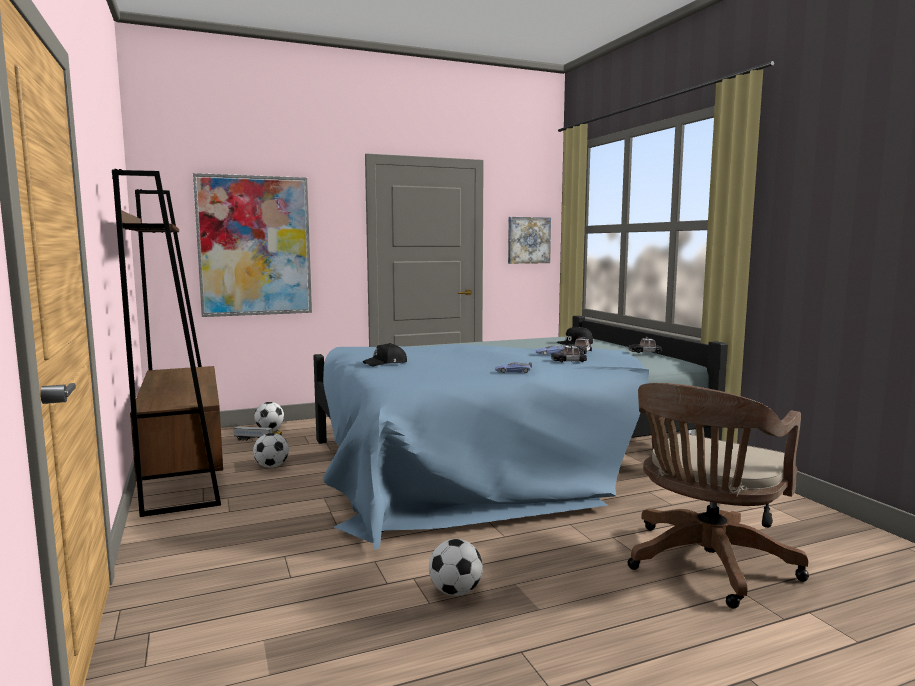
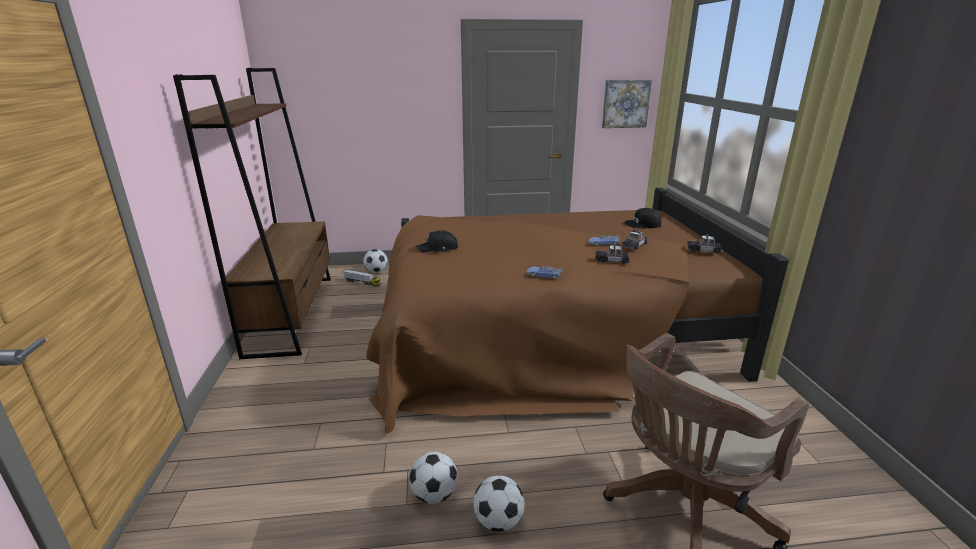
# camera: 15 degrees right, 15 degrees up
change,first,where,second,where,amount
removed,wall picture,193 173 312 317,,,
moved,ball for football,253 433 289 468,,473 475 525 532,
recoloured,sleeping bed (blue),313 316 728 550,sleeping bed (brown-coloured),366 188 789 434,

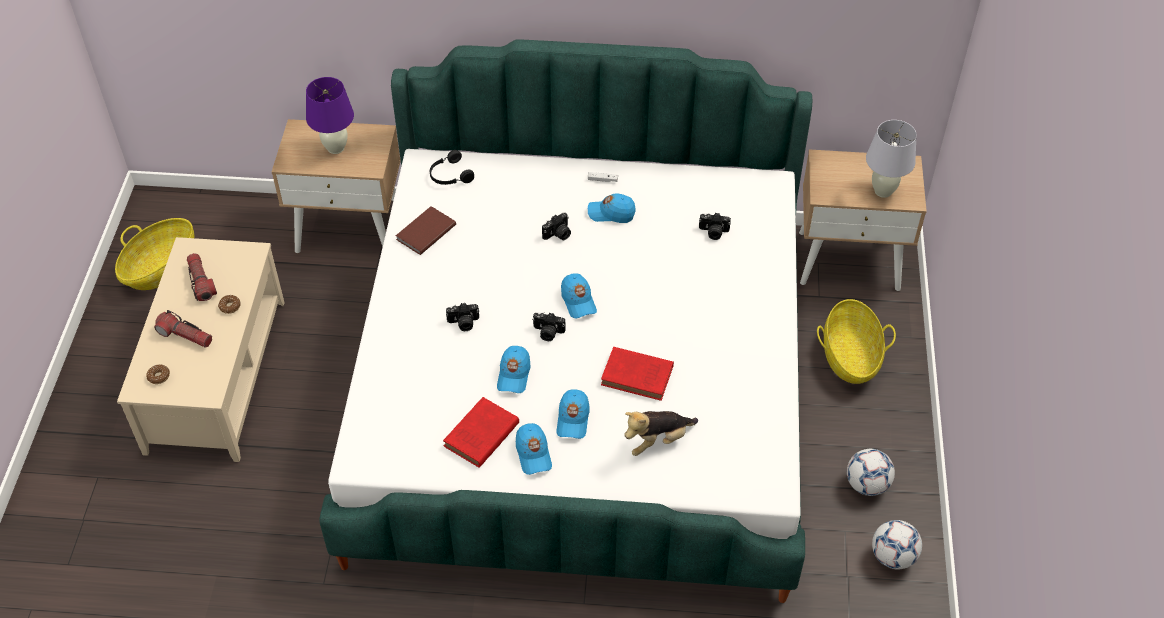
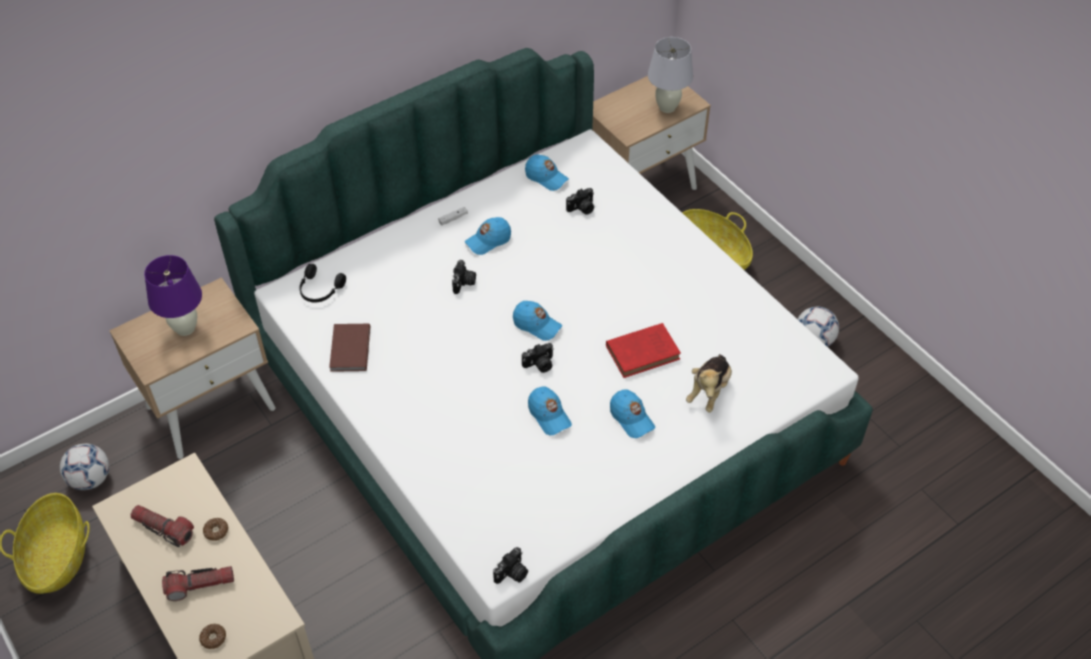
# camera: 40 degrees left, 0 degrees up
change,first,where,second,where,amount
removed,bound book (reddish),443 397 519 468,,,
moved,still camera,446 303 479 331,,493 547 528 584,
moved,peaked cap (blue),516 423 552 475,,525 155 569 191,
moved,ball for football,872 520 922 569,,60 444 109 490,

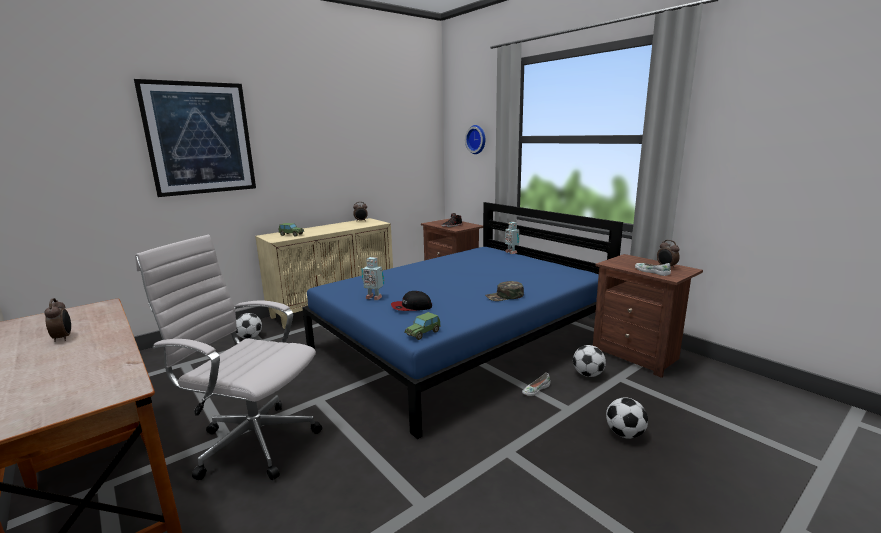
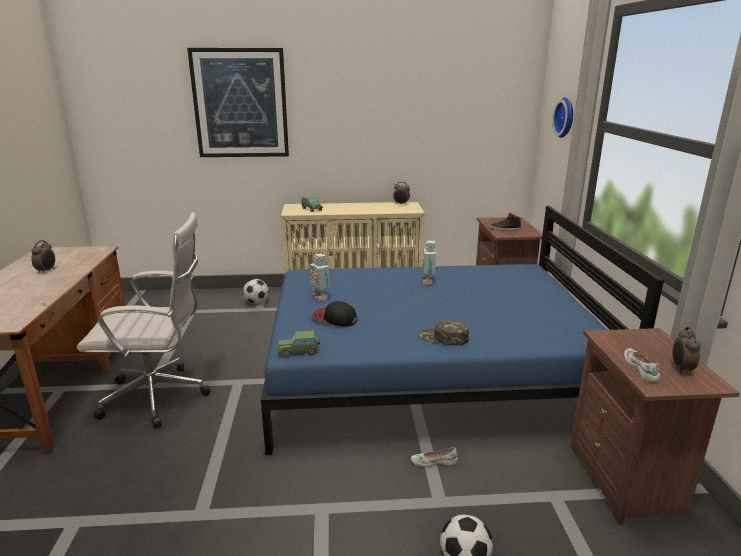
# camera: 35 degrees right, 5 degrees up
change,first,where,second,where,amount
removed,ball for football,573 345 606 377,,,
moved,model robot,505 222 519 254,,421 240 437 284,
turned,computer chair (white),135 235 322 480,,77 212 211 428,120 degrees clockwise

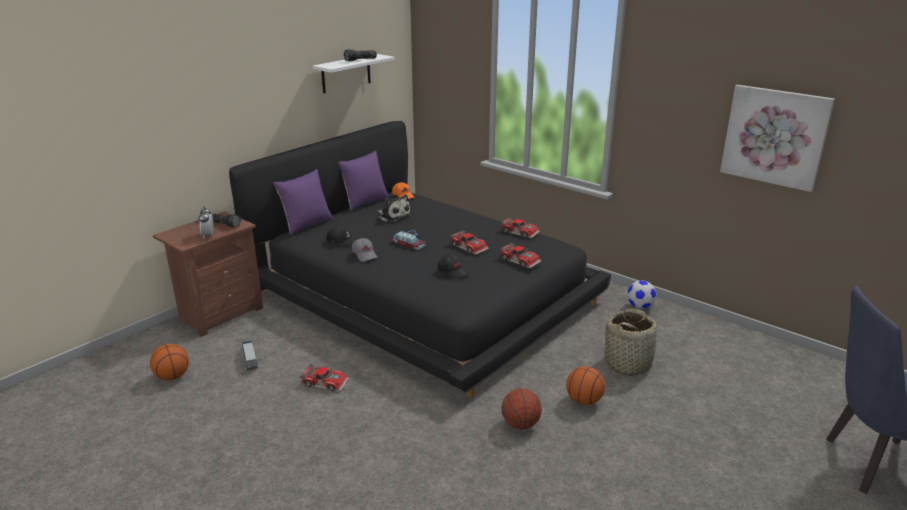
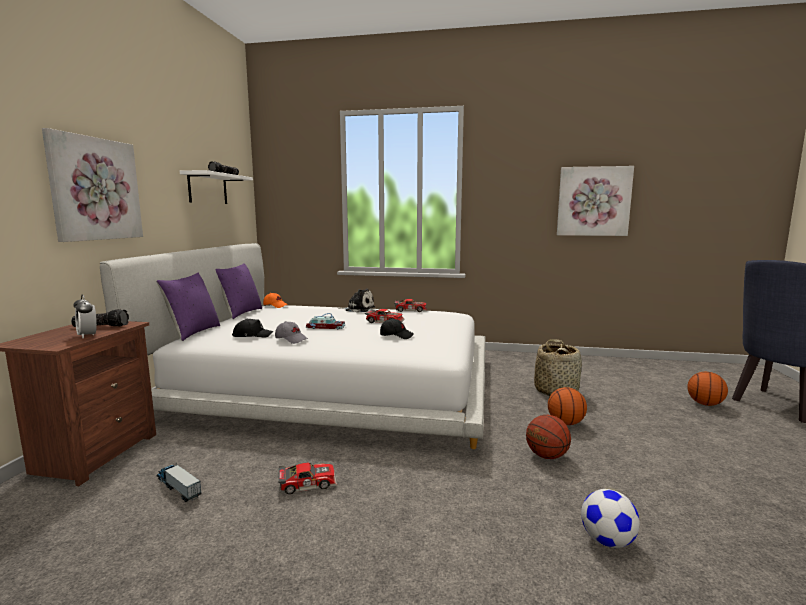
# camera: 30 degrees left, 15 degrees down
change,first,where,second,where,amount
removed,miniature car,499 243 541 268,,,
added,,,wall picture,42 128 143 242,
moved,basketball,150 344 189 380,,688 372 728 406,
moved,cuddly toy,377 195 411 223,,338 288 375 313,
moved,ball for football,627 281 657 309,,581 489 640 548,
recoloured,sleeping bed (blackish),229 121 611 397,sleeping bed (white),100 243 486 449,

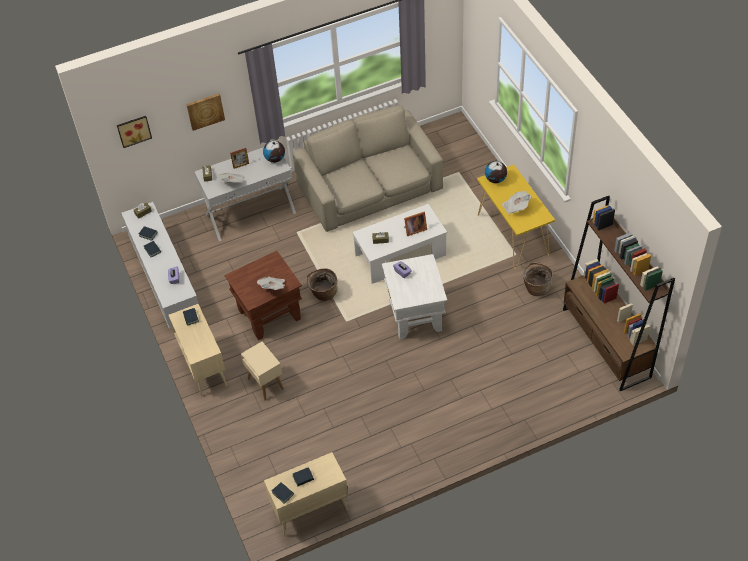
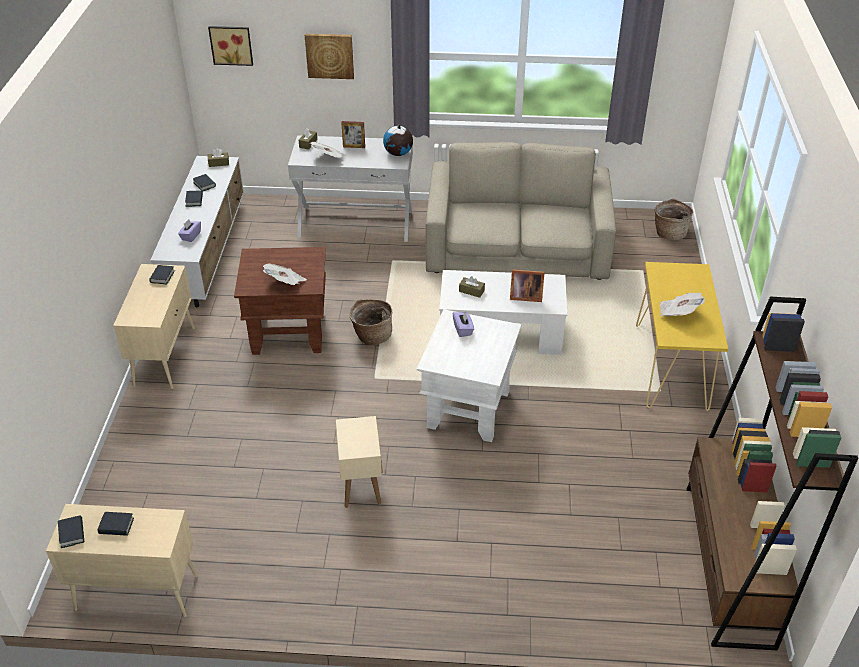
# camera: 25 degrees right, 10 degrees down
change,first,where,second,where,amount
removed,desk globe,485 161 507 183,,,
moved,end table (beige),241 342 284 401,,336 416 383 508,
moved,basket,523 262 553 296,,654 198 693 240,

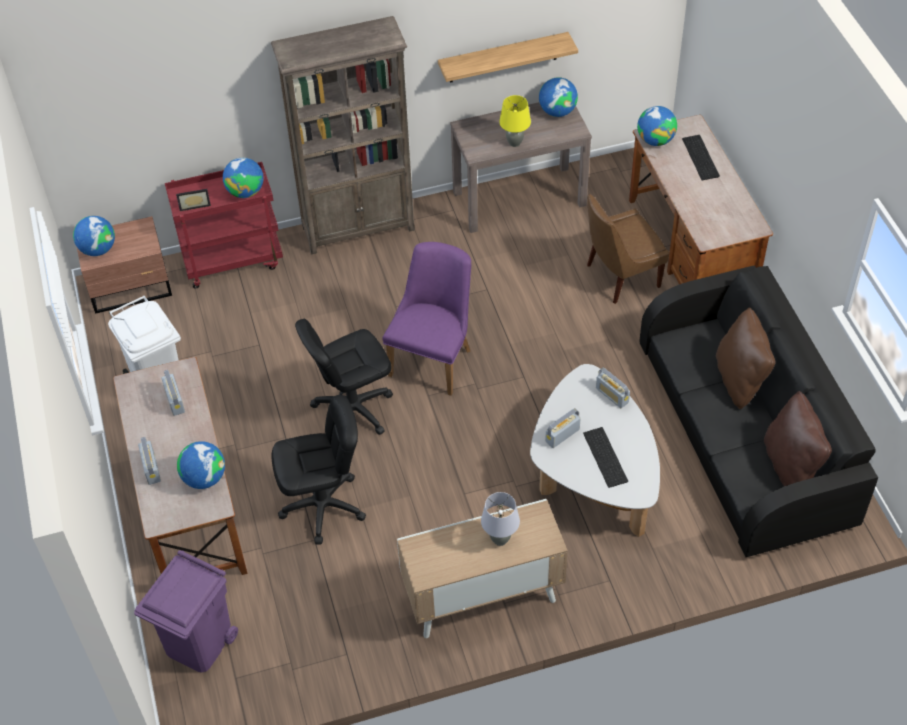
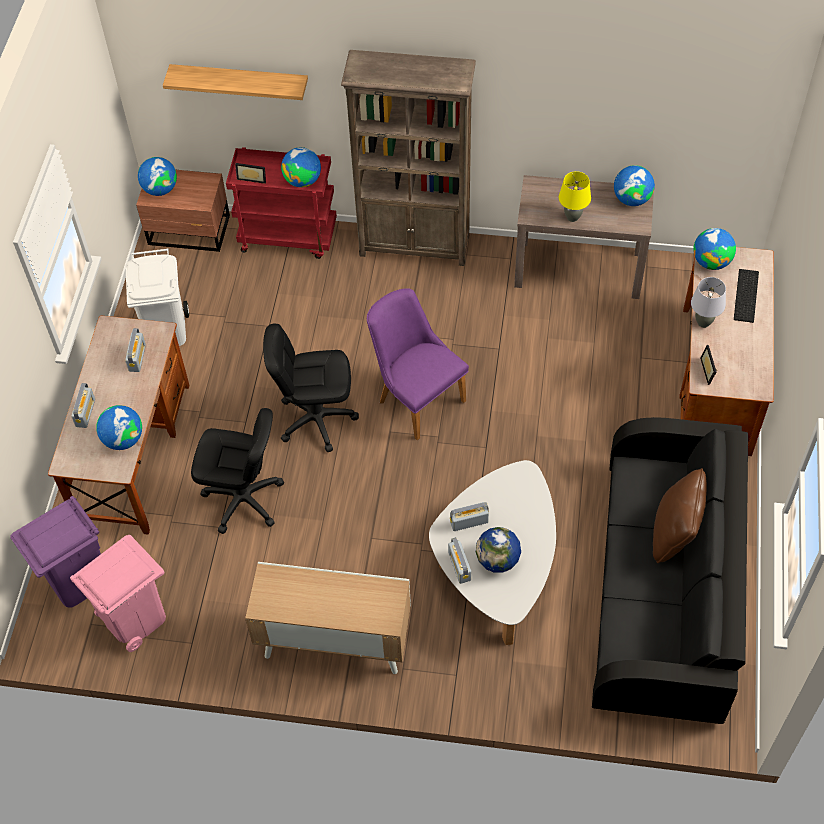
# camera: 25 degrees right, 5 degrees up
change,first,where,second,where,amount
removed,chair (brown-coloured),587 194 669 304,,,
removed,cushion (brown-coloured),764 391 832 486,,,
added,,,rubbish bin (pink-coloured),70 535 166 652,
added,,,picture frame,700 345 717 385,
moved,shelf,438 32 578 83,,163 64 308 100,
moved,table lamp (grey),481 492 520 546,,691 277 726 328,
moved,radio set,596 368 630 408,,448 537 471 584,
replaced,computer keyboard,583 427 628 488,desk globe,476 527 521 573,
turned,chair (purplish),382 242 471 396,,367 288 469 441,90 degrees counterclockwise

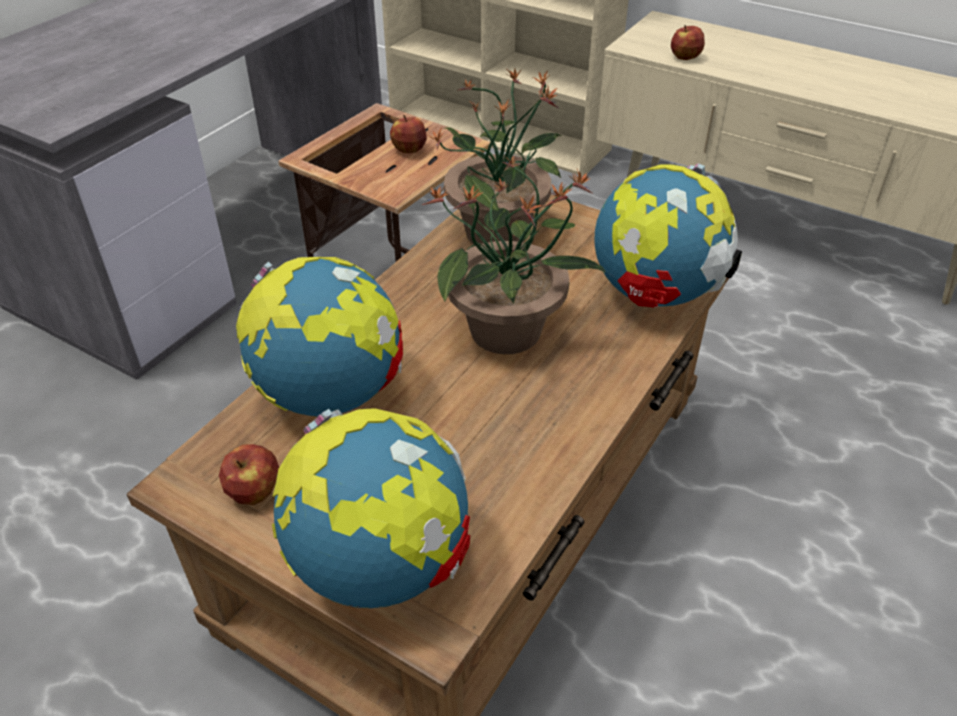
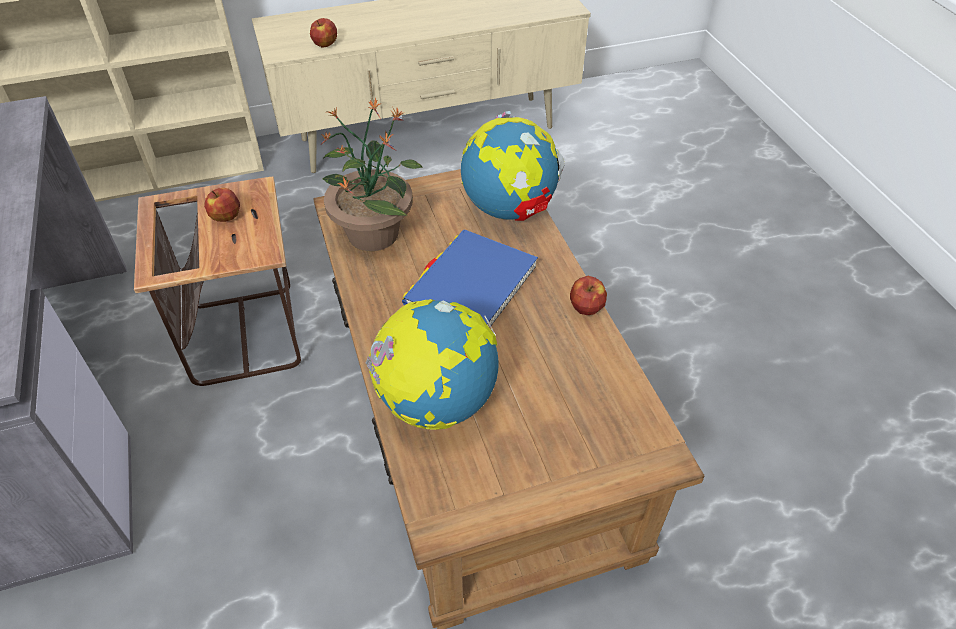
# camera: 50 degrees left, 5 degrees up
change,first,where,second,where,amount
removed,desk globe,272 408 470 608,,,
moved,apple,219 444 279 505,,570 276 607 315,
replaced,potted plant,422 155 606 354,bound book (blue),402 229 538 328,

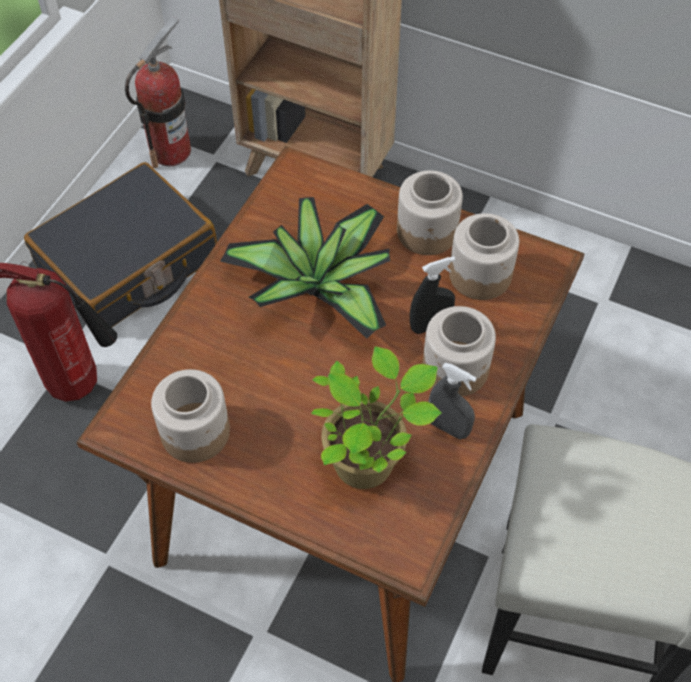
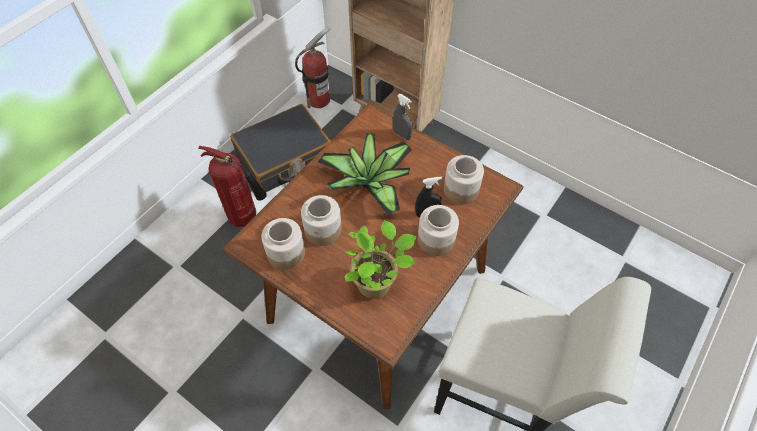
# camera: 10 degrees right, 0 degrees up
change,first,where,second,where,amount
moved,storage jar,397 170 463 255,,301 195 342 246,
moved,hand sprayer (grey),428 363 477 440,,393 94 413 140,

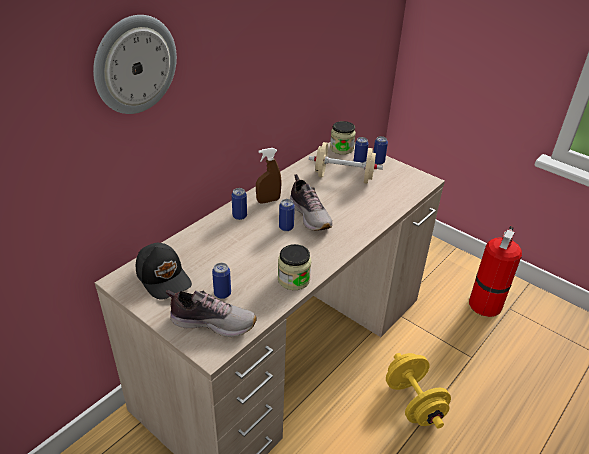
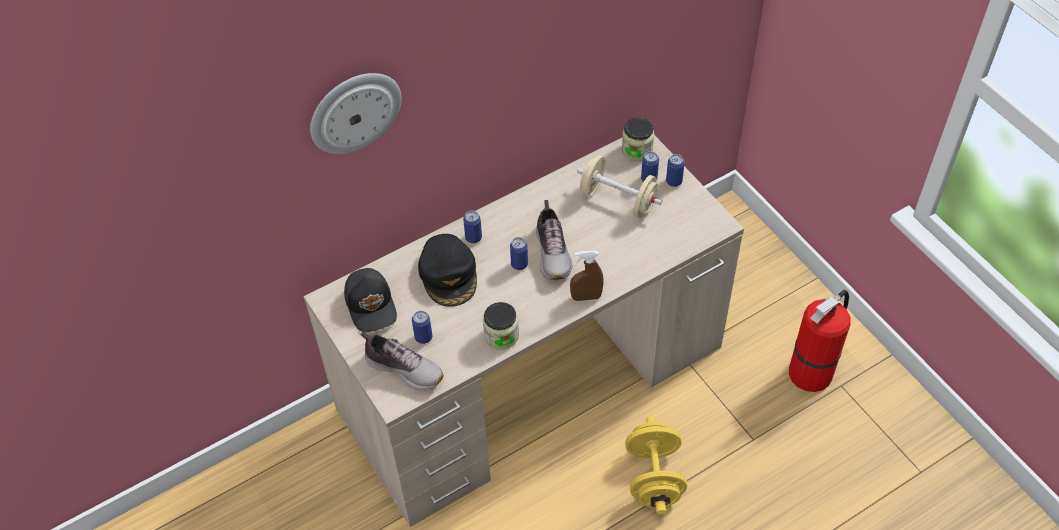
# camera: 20 degrees right, 15 degrees up
change,first,where,second,where,amount
added,,,peaked cap (blackish),418 234 477 307,
moved,hand sprayer (brown-coloured),256 148 281 204,,570 251 604 301,

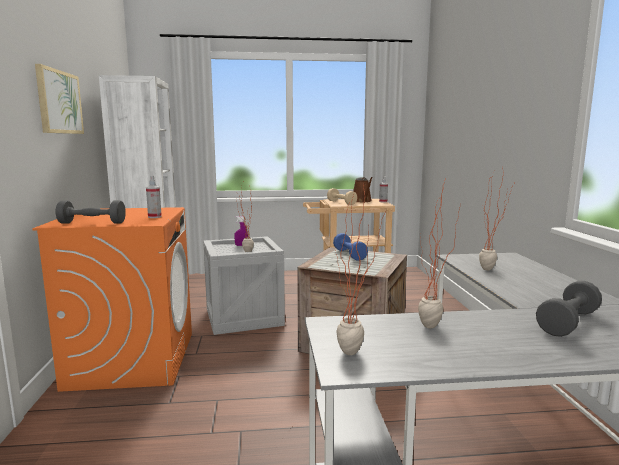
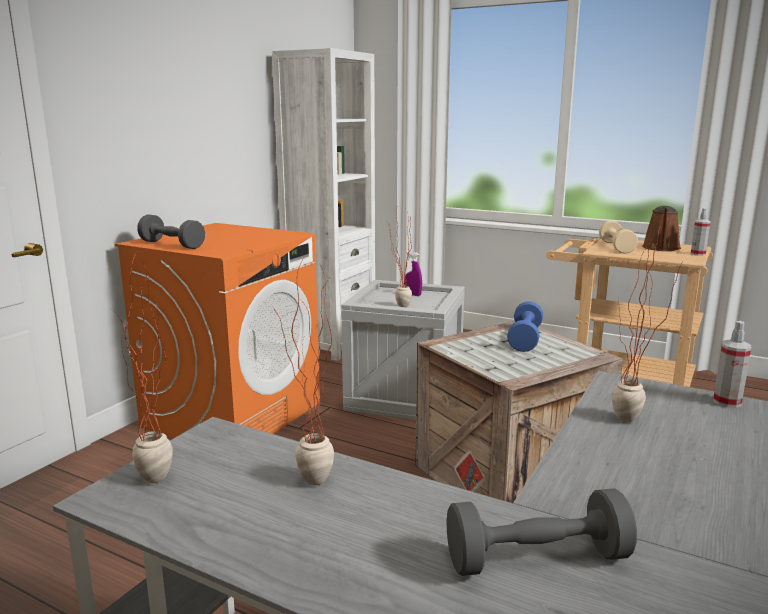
# camera: 35 degrees right, 5 degrees up
change,first,where,second,where,amount
removed,wall picture,35 64 84 134,,,
moved,hand sprayer,146 175 162 218,,713 321 751 408,

